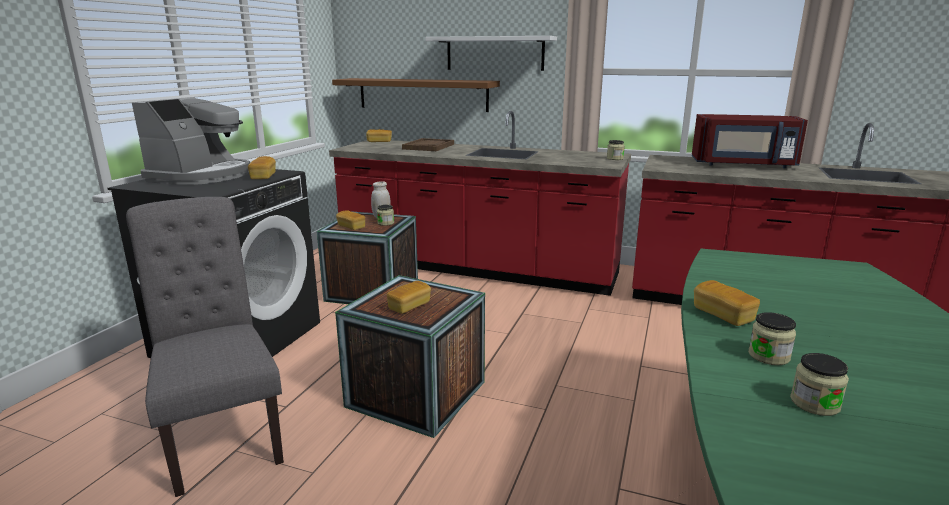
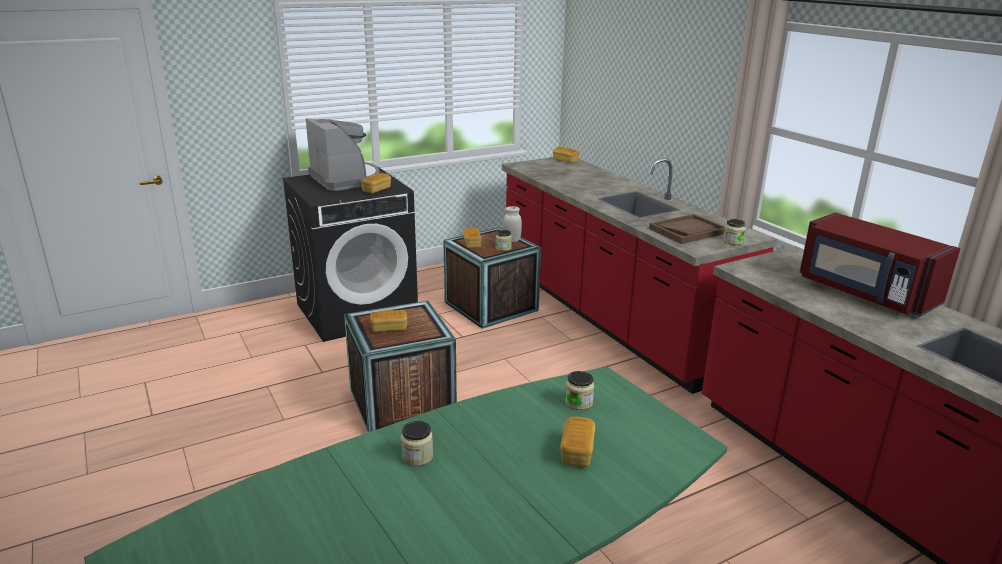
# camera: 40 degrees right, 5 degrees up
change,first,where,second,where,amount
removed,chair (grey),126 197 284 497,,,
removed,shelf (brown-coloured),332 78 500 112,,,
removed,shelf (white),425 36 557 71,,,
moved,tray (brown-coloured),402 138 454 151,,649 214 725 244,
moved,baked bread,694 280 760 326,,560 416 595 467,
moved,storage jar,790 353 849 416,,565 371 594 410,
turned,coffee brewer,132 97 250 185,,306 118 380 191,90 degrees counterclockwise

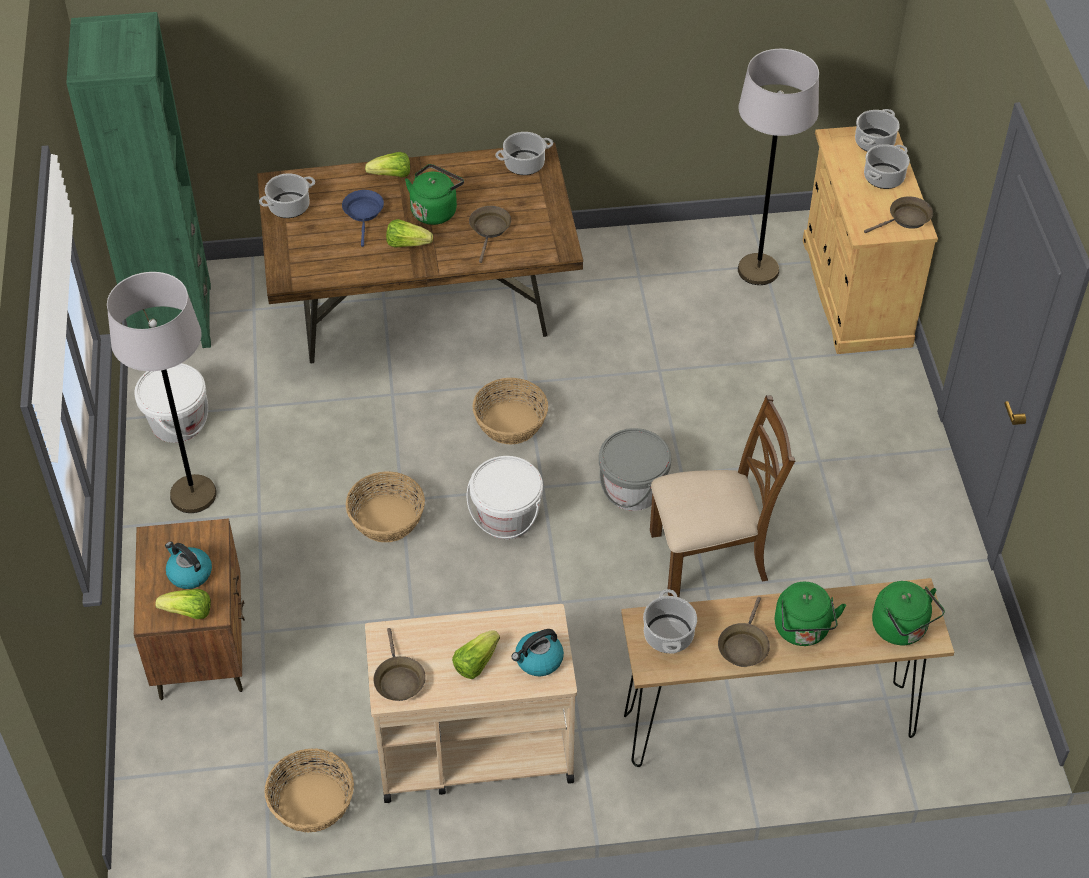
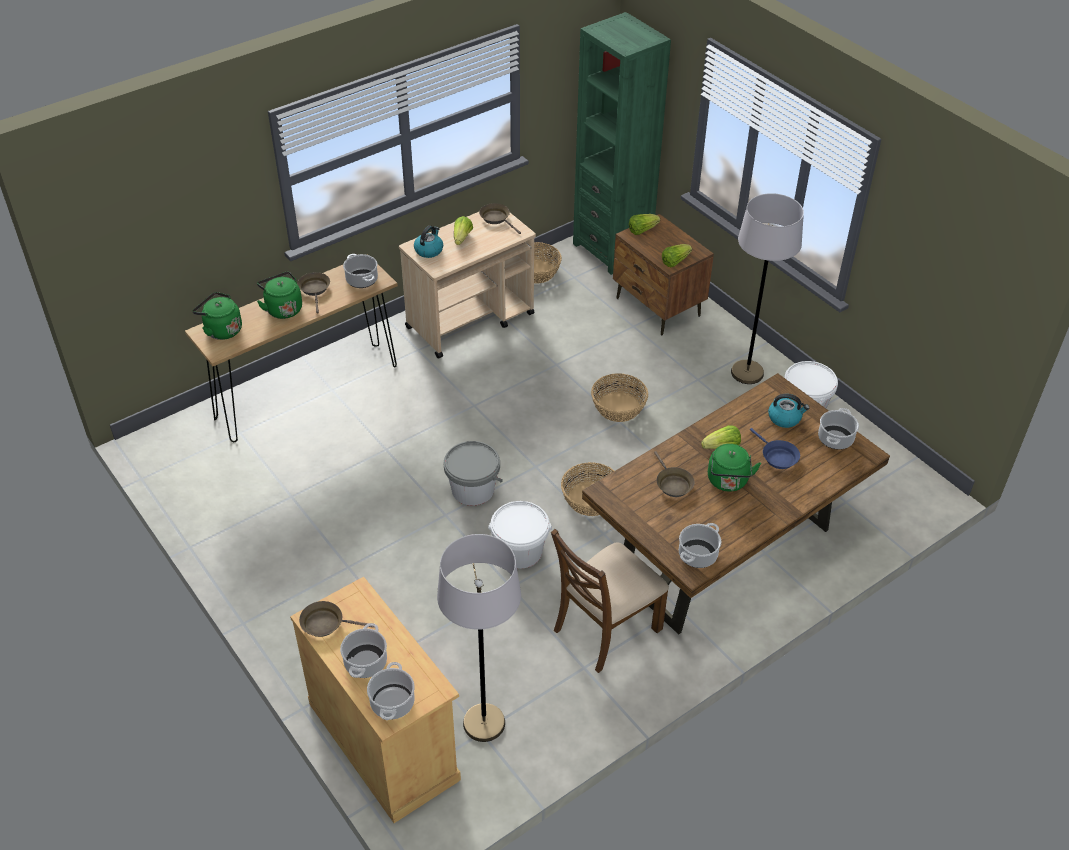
# camera: 150 degrees right, 5 degrees down
change,first,where,second,where,amount
moved,shelving unit (green-coloured),66 12 211 348,,573 12 671 275,
moved,water kettle,165 542 212 589,,768 394 809 428,
moved,lettuce,365 152 410 177,,662 244 692 267,
moved,pail (white),467 456 543 539,,488 501 552 569,
moved,chair (brown-coloured),650 395 795 597,,551 529 669 673,
turned,pan (brown-coloured),864 196 933 233,,299 601 375 637,60 degrees clockwise

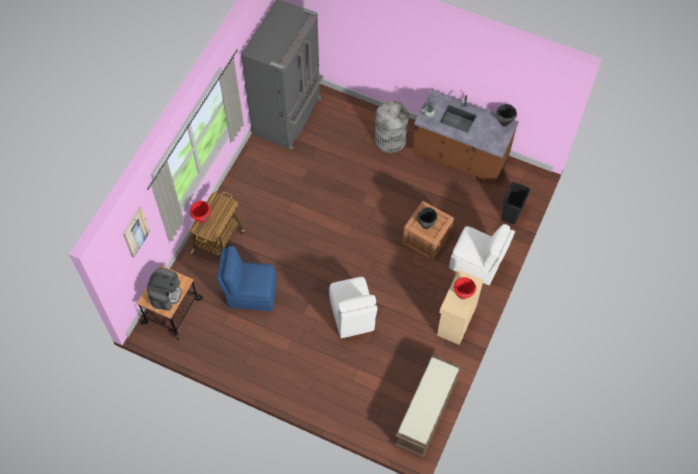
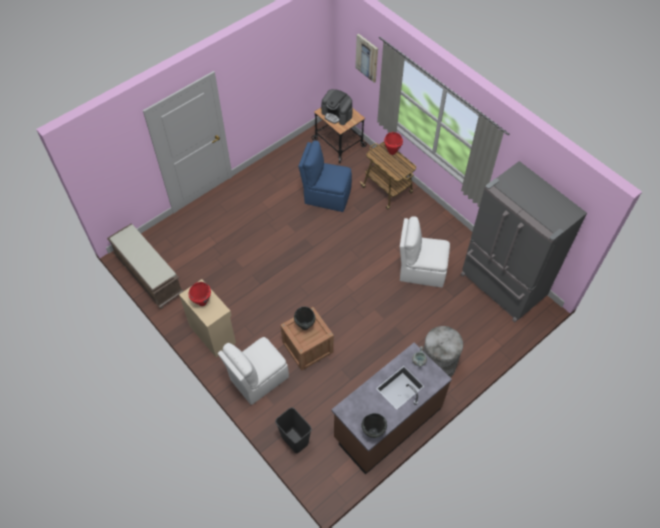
# camera: 115 degrees right, 5 degrees down
change,first,where,second,where,amount
moved,chair (white),329 277 377 338,,400 216 450 288,
turned,chair (blue),217 246 277 311,,298 141 352 212,105 degrees counterclockwise

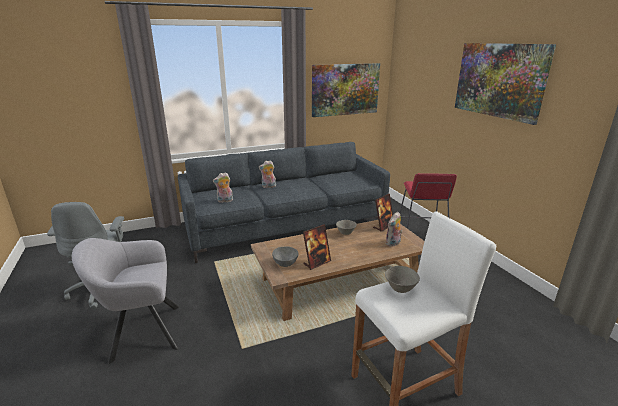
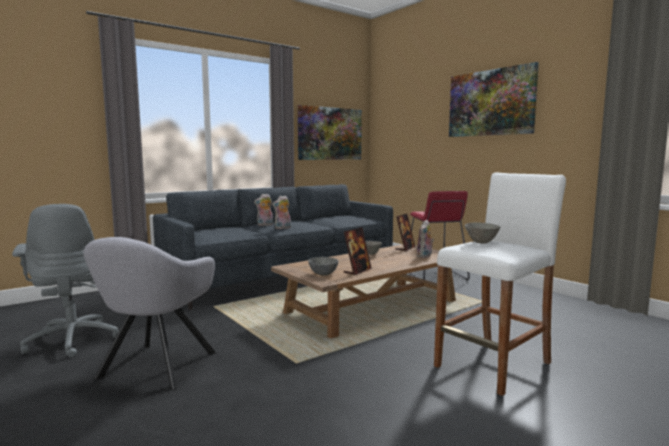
# camera: 15 degrees left, 15 degrees down
change,first,where,second,where,amount
moved,cuddly toy,213 172 233 203,,272 196 291 229,
turned,lounge chair (grey),72 238 179 364,,84 237 217 390,45 degrees counterclockwise

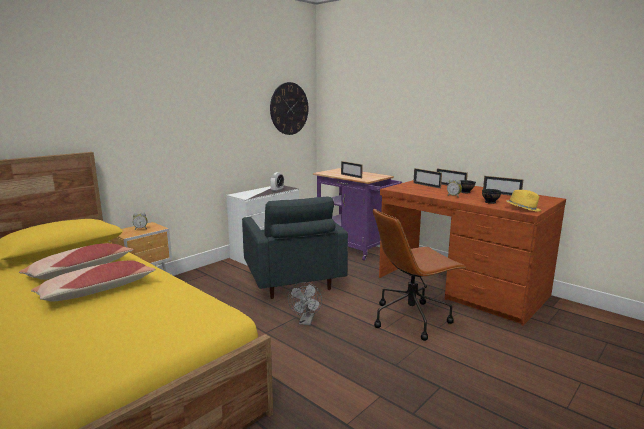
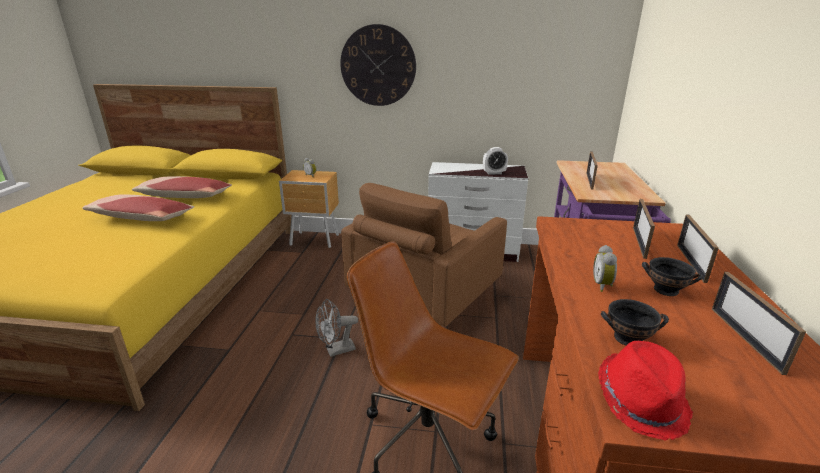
# camera: 55 degrees right, 10 degrees up
change,first,where,second,where,amount
moved,hanging clock,270 82 309 135,,340 24 416 106,
recoloured,lounge chair (grey),242 196 348 299,lounge chair (brown-coloured),341 183 507 327,
recoloured,hat (yellow),506 190 541 212,hat (reddish),598 341 693 440,

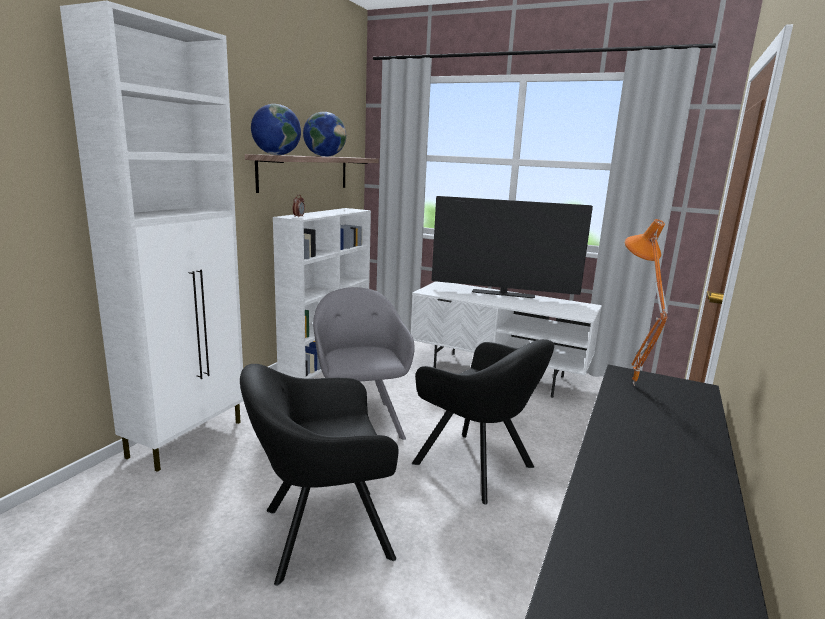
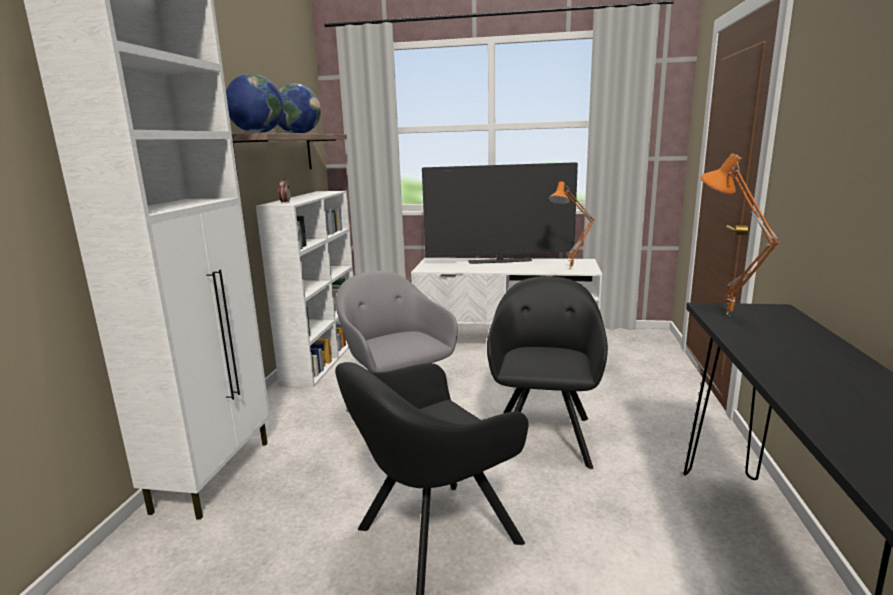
# camera: 15 degrees left, 0 degrees up
change,first,where,second,where,amount
added,,,table lamp (orange-coloured),548 181 595 269,
turned,lounge chair (blackish),412 339 554 505,,487 276 608 469,105 degrees counterclockwise

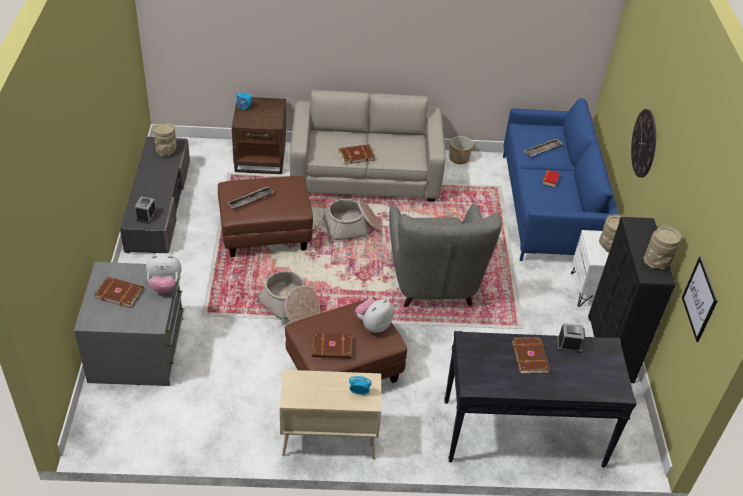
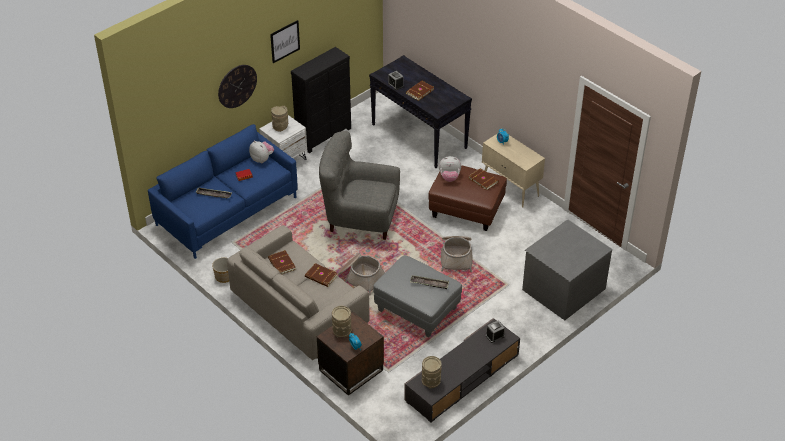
# camera: 130 degrees left, 0 degrees up
change,first,where,second,where,amount
moved,bound book (brown-coloured),94 276 143 308,,268 250 296 275,
moved,cuddly toy,146 253 182 293,,249 140 274 163,
moved,vase (beige),644 225 681 270,,332 306 352 338,
moved,wall picture,682 256 718 342,,270 20 300 63,
recoloured,footrest (brown-coloured),218 176 313 257,footrest (grey),373 255 462 338,
turned,lounge chair (grey),389 204 502 307,,319 131 400 240,120 degrees counterclockwise

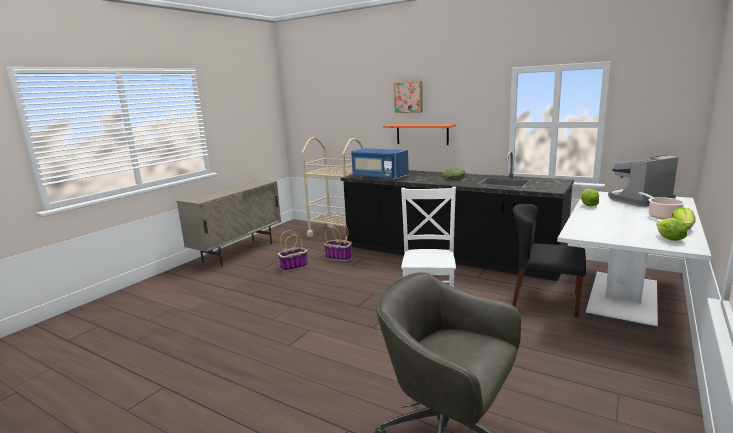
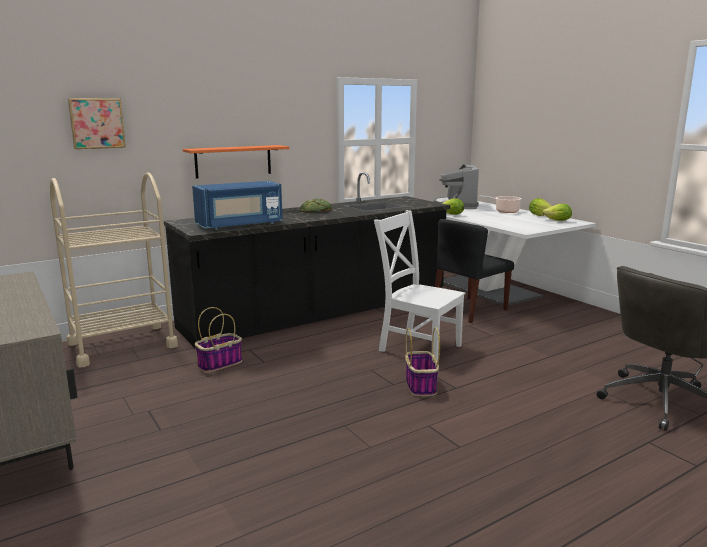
# camera: 65 degrees left, 0 degrees up
change,first,where,second,where,amount
moved,basket,278 231 308 272,,405 327 440 396,
moved,wall picture,394 81 423 113,,68 98 126 149,

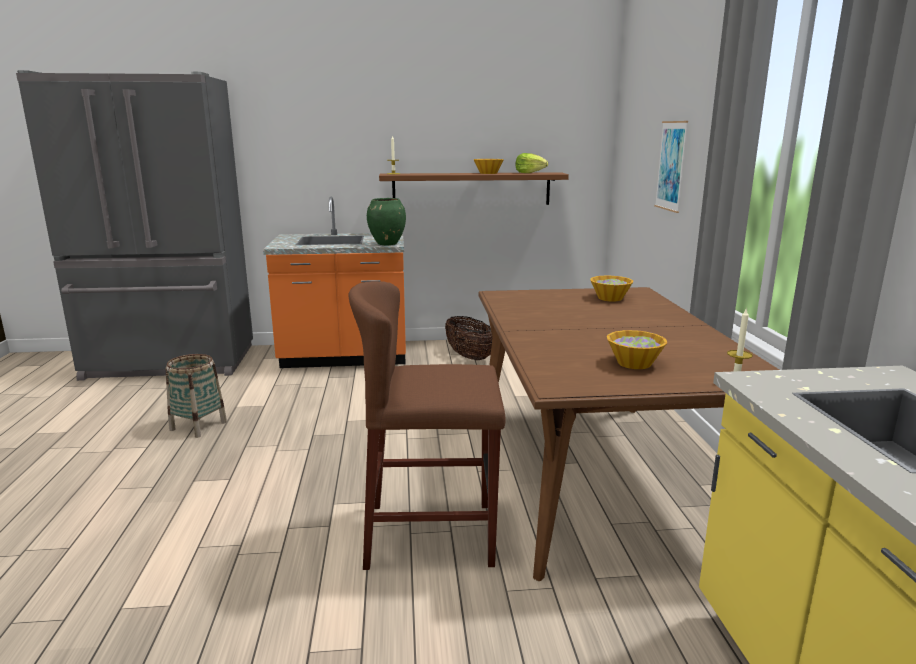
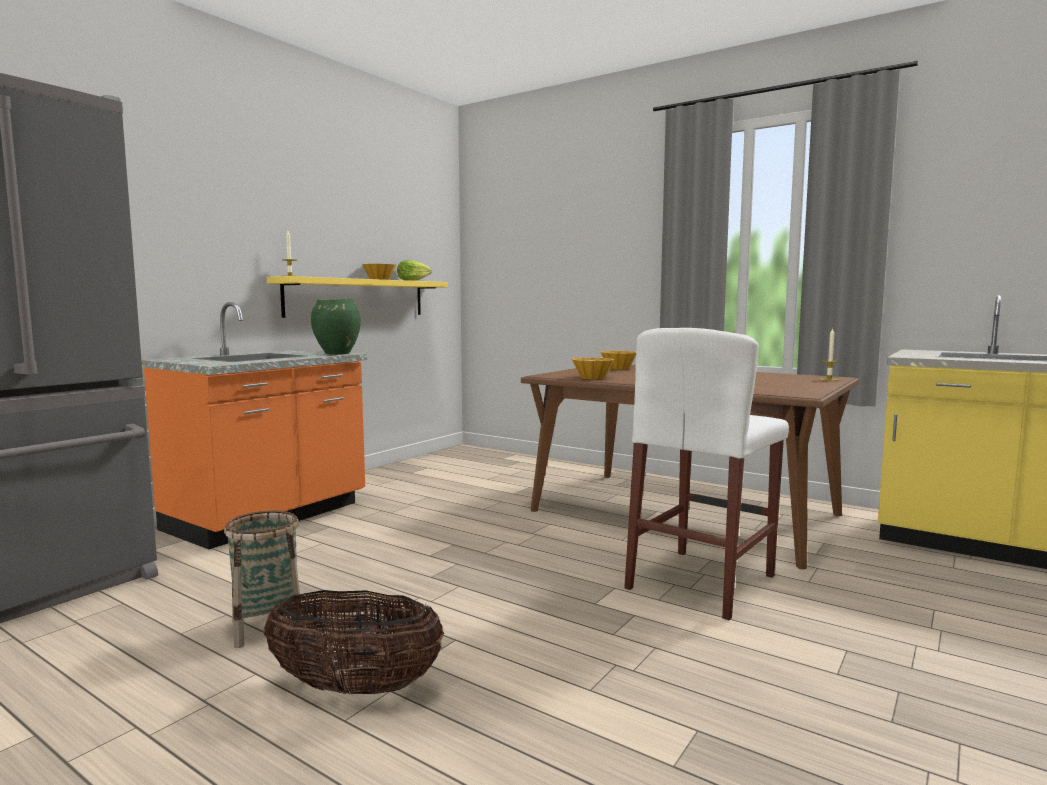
# camera: 50 degrees left, 10 degrees down
change,first,where,second,where,amount
removed,wall picture,654 121 688 213,,,
moved,basket,445 316 492 360,,263 590 444 694,
moved,bowl,607 330 667 369,,572 358 614 379,
recoloured,stool (brown-coloured),349 281 506 570,stool (white),624 328 789 620,
recoloured,shelf (brown-coloured),379 172 569 205,shelf (yellow),267 276 448 318,

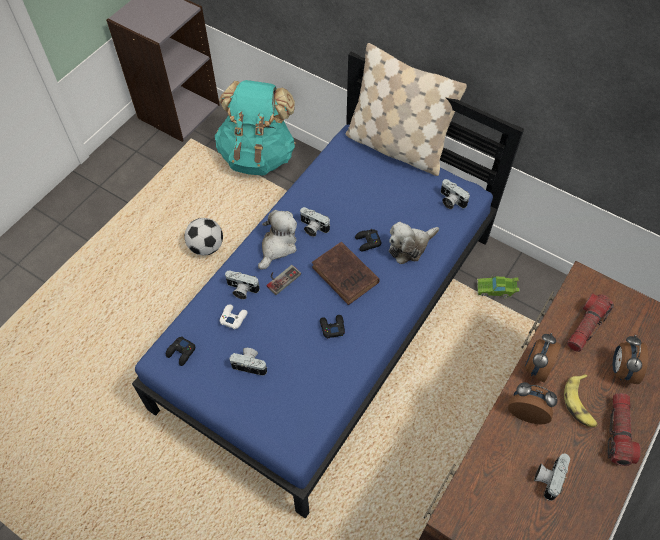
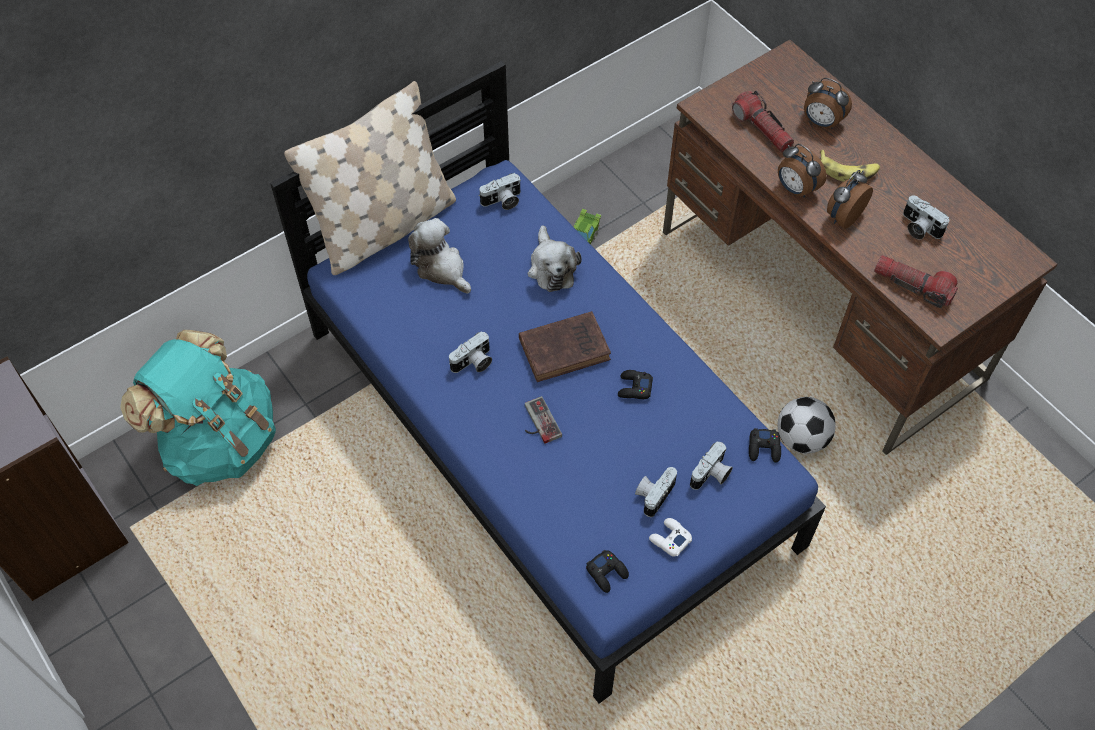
# camera: 70 degrees left, 0 degrees up
change,first,where,second,where,amount
moved,ball for football,185 218 223 255,,778 397 836 454,
moved,gamepad (white),220 304 248 329,,649 518 692 557,
moved,still camera,225 270 260 299,,690 441 733 490,
moved,cuddly toy,258 210 297 270,,408 218 471 293,
moved,gamepad (blackish),355 229 382 251,,749 428 781 463,
moved,flashlight,608 393 641 466,,874 255 958 308,

